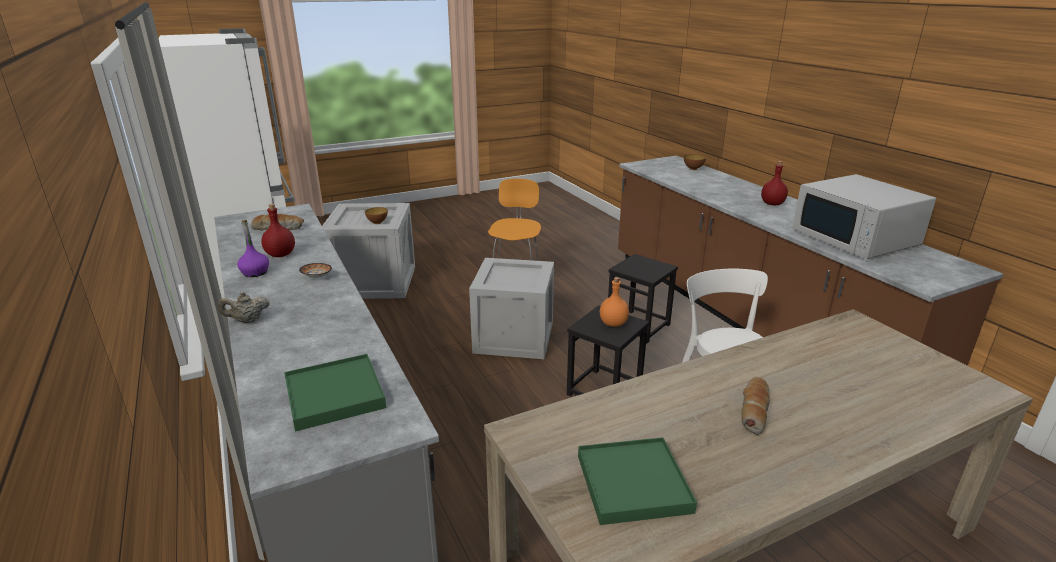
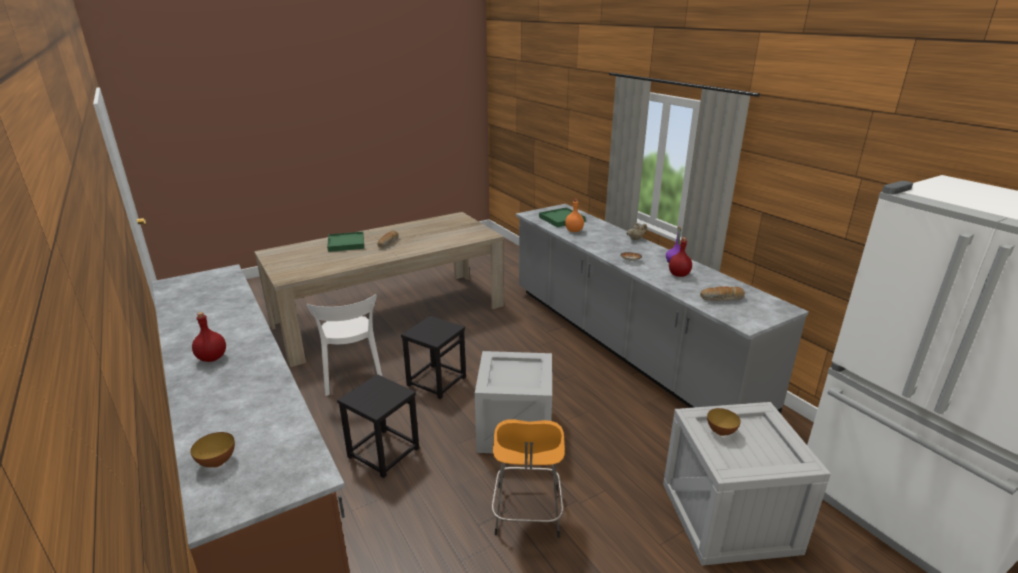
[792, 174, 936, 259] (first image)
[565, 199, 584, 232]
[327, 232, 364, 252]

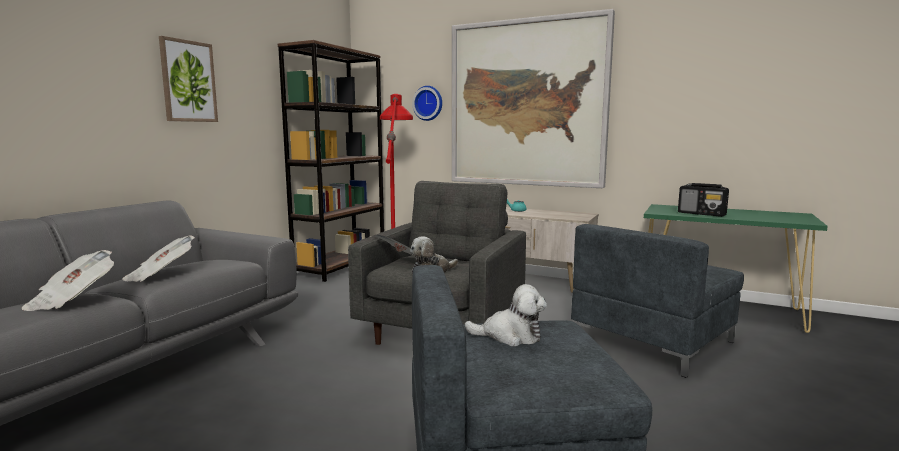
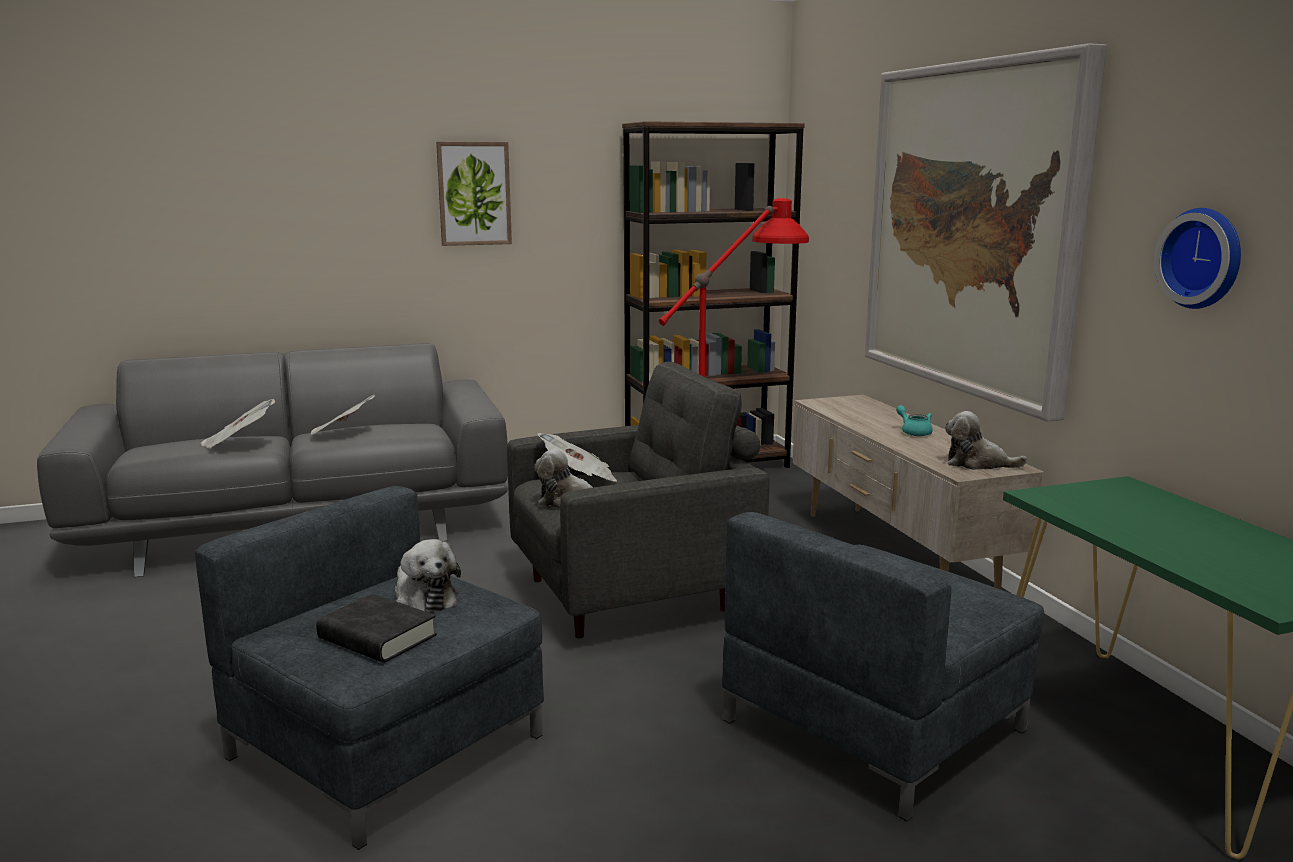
[1154, 208, 1241, 309]
[678, 183, 729, 217] (first image)
[722, 512, 1044, 821]
[945, 411, 1027, 470]
[316, 594, 437, 663]

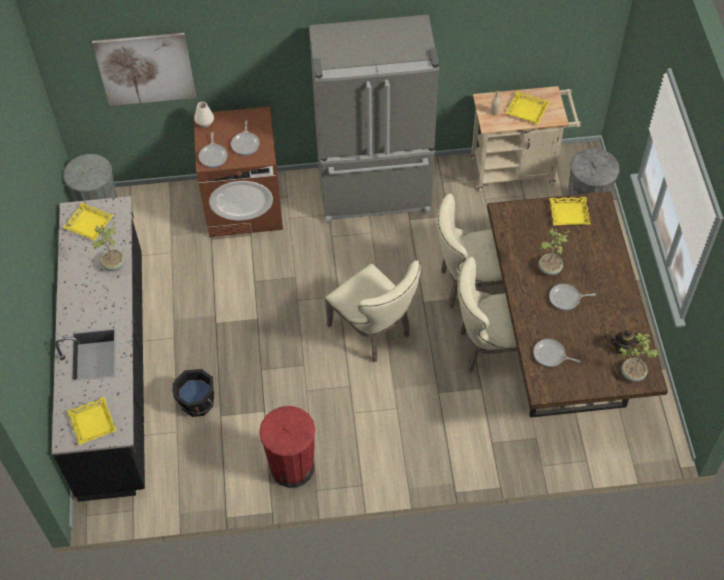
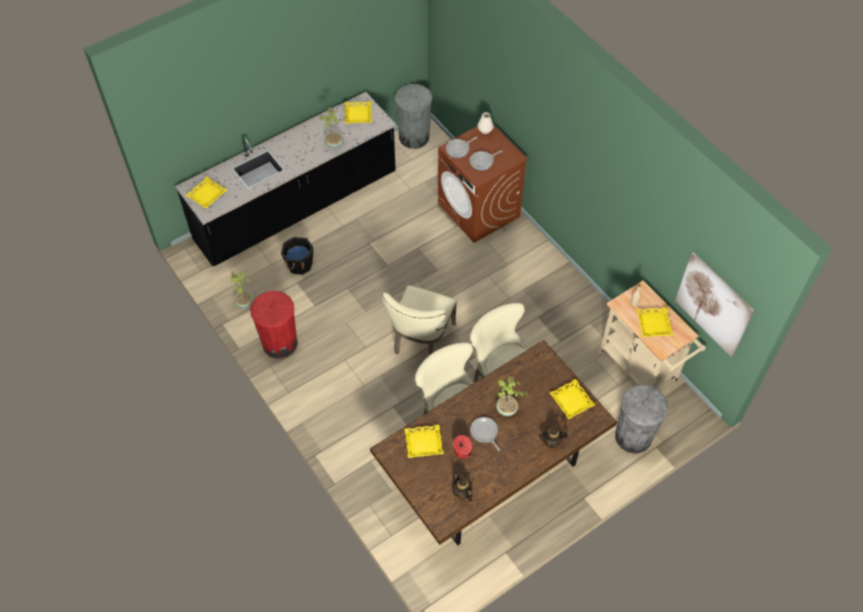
[309, 14, 439, 224] (first image)
[675, 252, 754, 357]
[230, 271, 253, 308]
[404, 425, 444, 458]
[539, 427, 568, 448]
[453, 435, 472, 458]

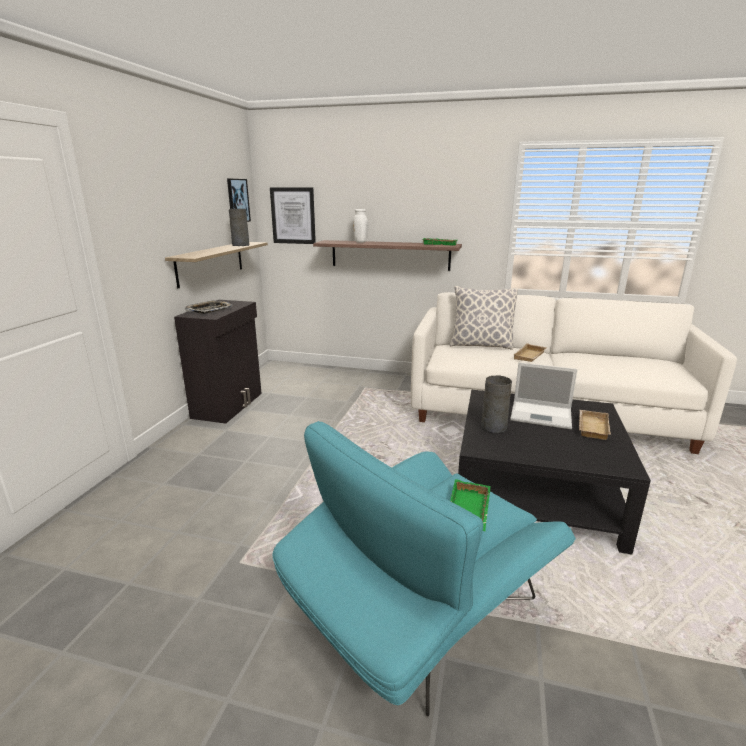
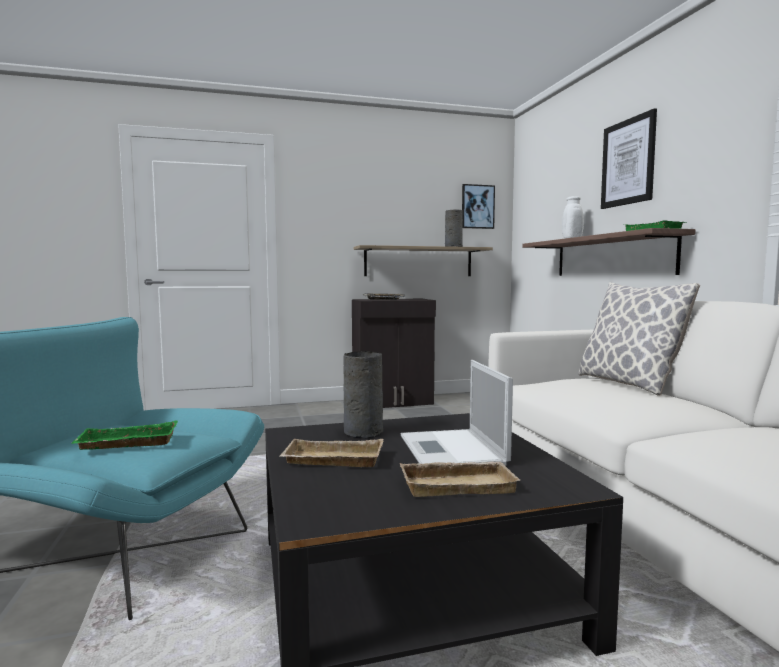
[601, 108, 657, 209]
[280, 439, 384, 467]

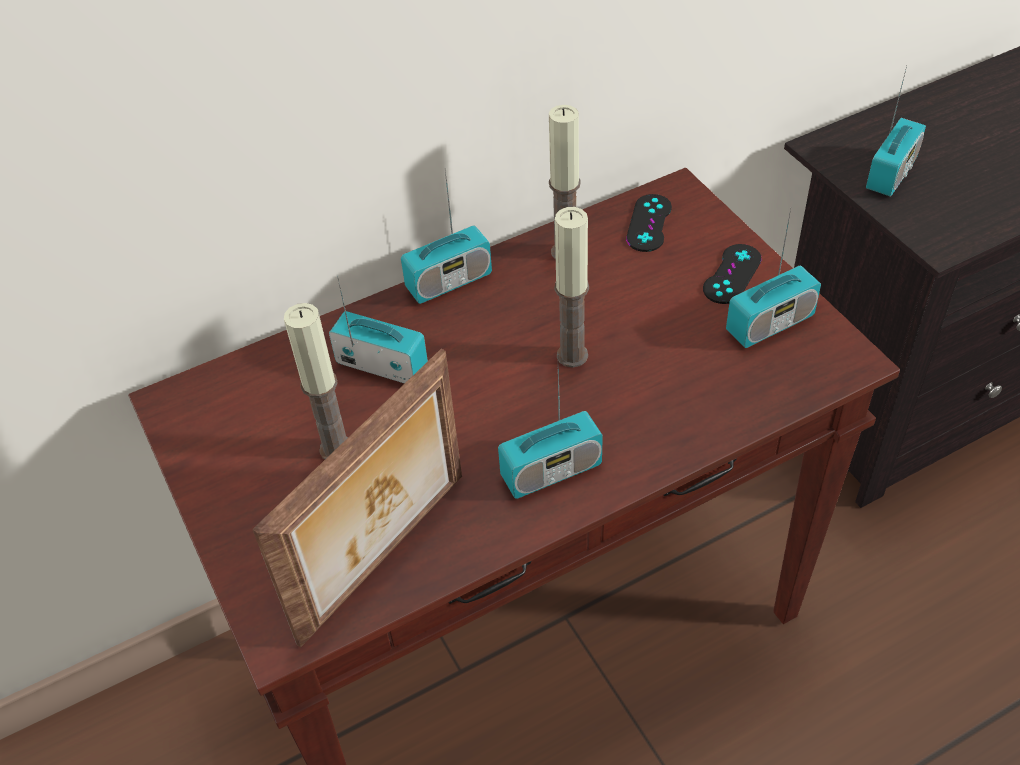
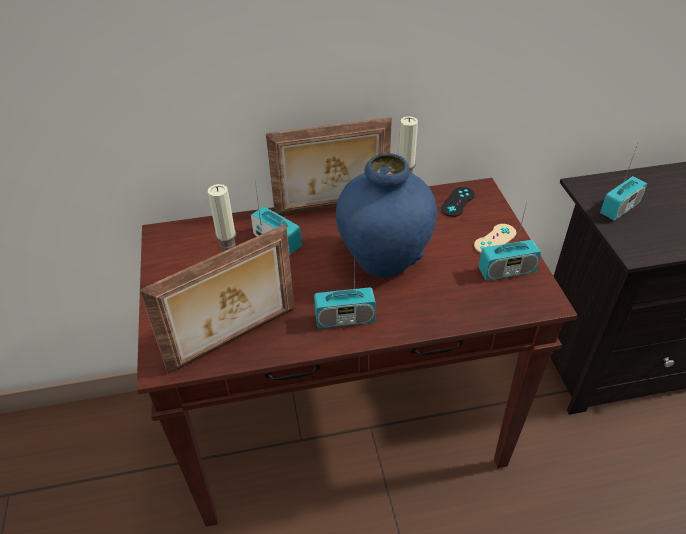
[266, 117, 392, 215]
[336, 153, 437, 278]
[474, 224, 517, 253]

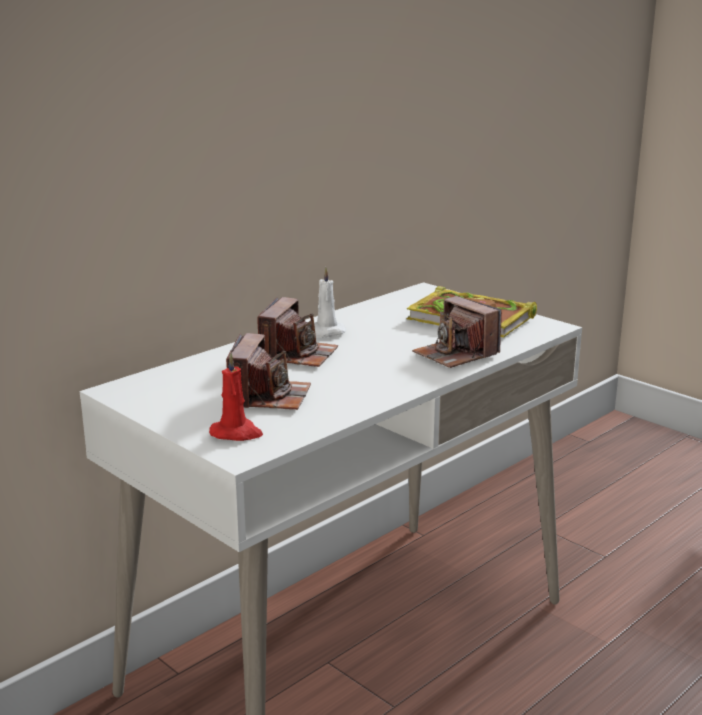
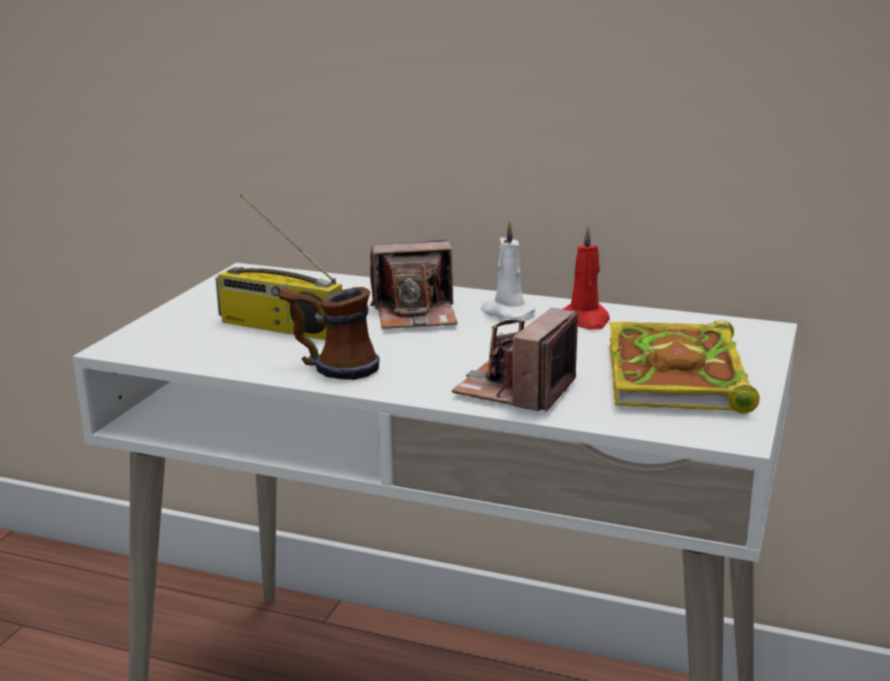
[215, 194, 342, 340]
[563, 227, 610, 330]
[279, 287, 379, 380]

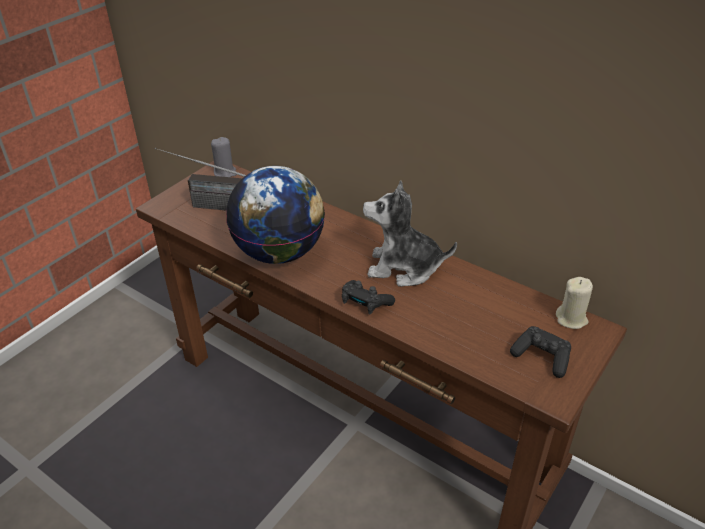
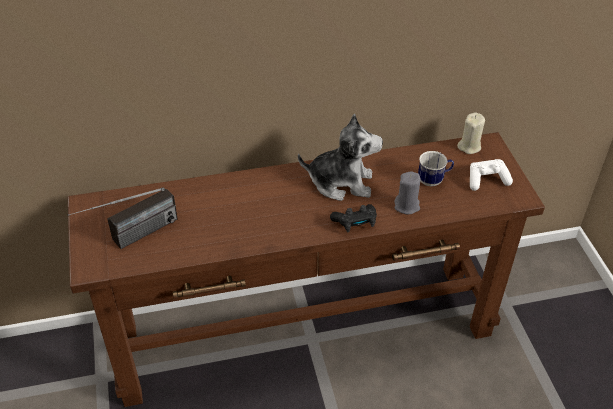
[394, 171, 420, 214]
[226, 166, 325, 264] (first image)
[298, 114, 383, 201]
[470, 159, 513, 191]
[418, 151, 454, 186]

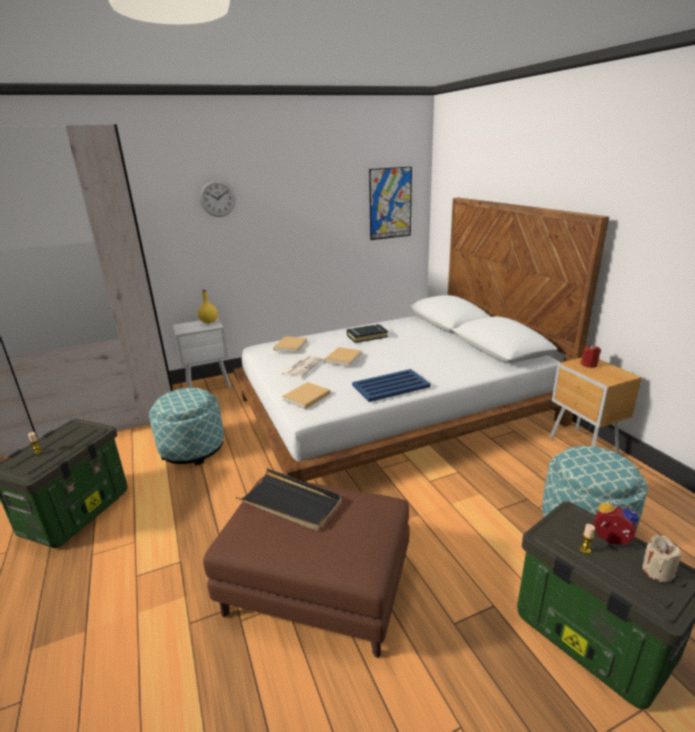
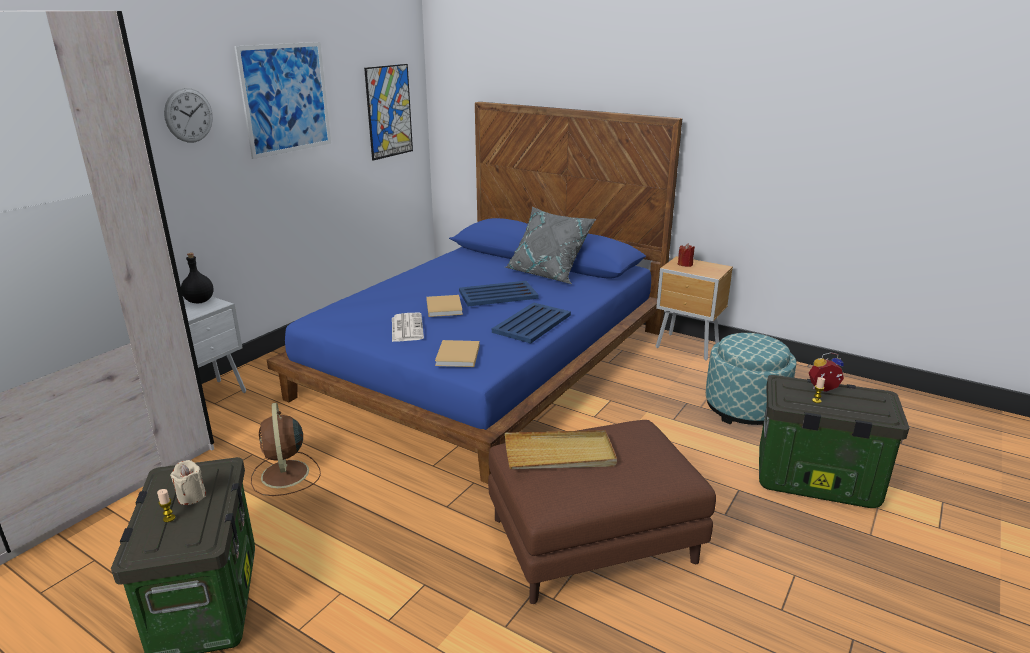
[267, 102, 682, 484]
[181, 253, 214, 303]
[347, 324, 388, 343] (first image)
[273, 336, 307, 353] (first image)
[251, 403, 321, 496]
[505, 430, 617, 469]
[170, 460, 206, 505]
[234, 42, 331, 159]
[505, 206, 596, 284]
[459, 281, 539, 306]

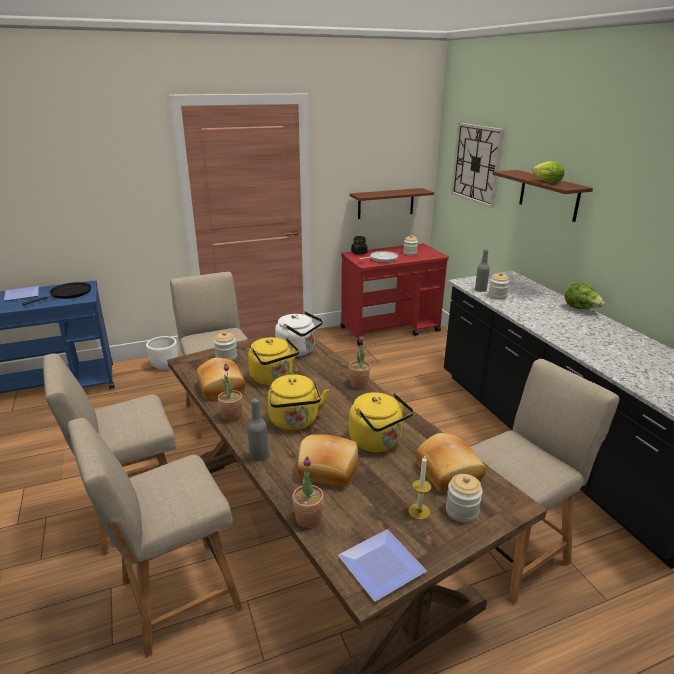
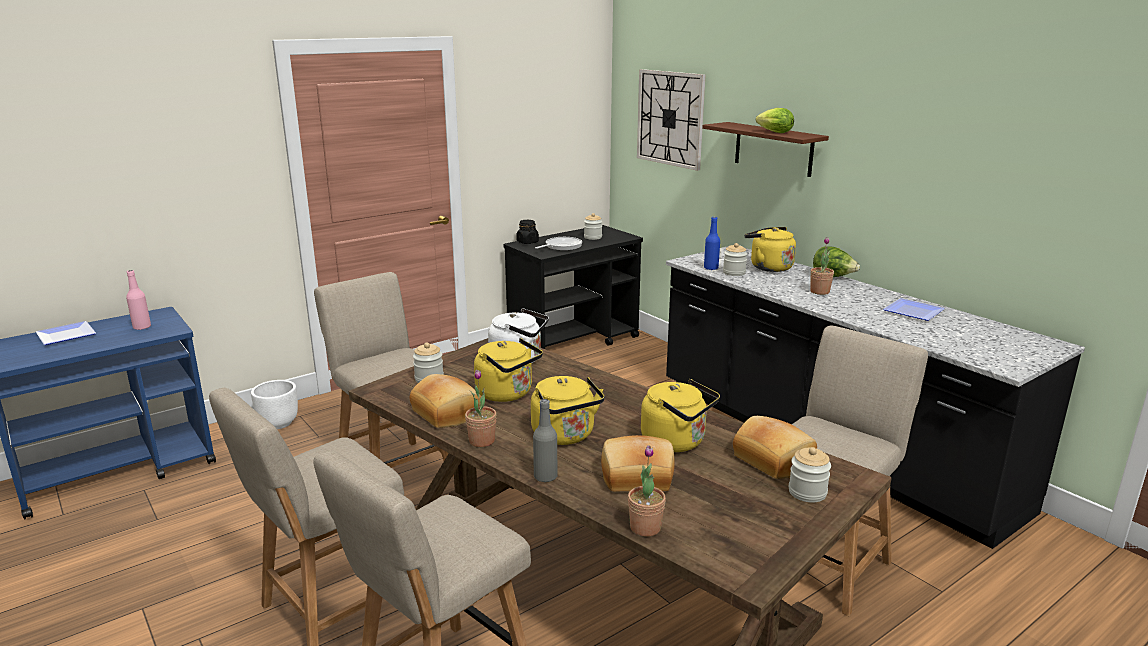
[349, 188, 434, 219] (first image)
[504, 225, 643, 349]
[704, 217, 720, 270]
[126, 270, 151, 330]
[810, 237, 834, 295]
[408, 456, 431, 520] (first image)
[883, 298, 945, 321]
[745, 227, 796, 272]

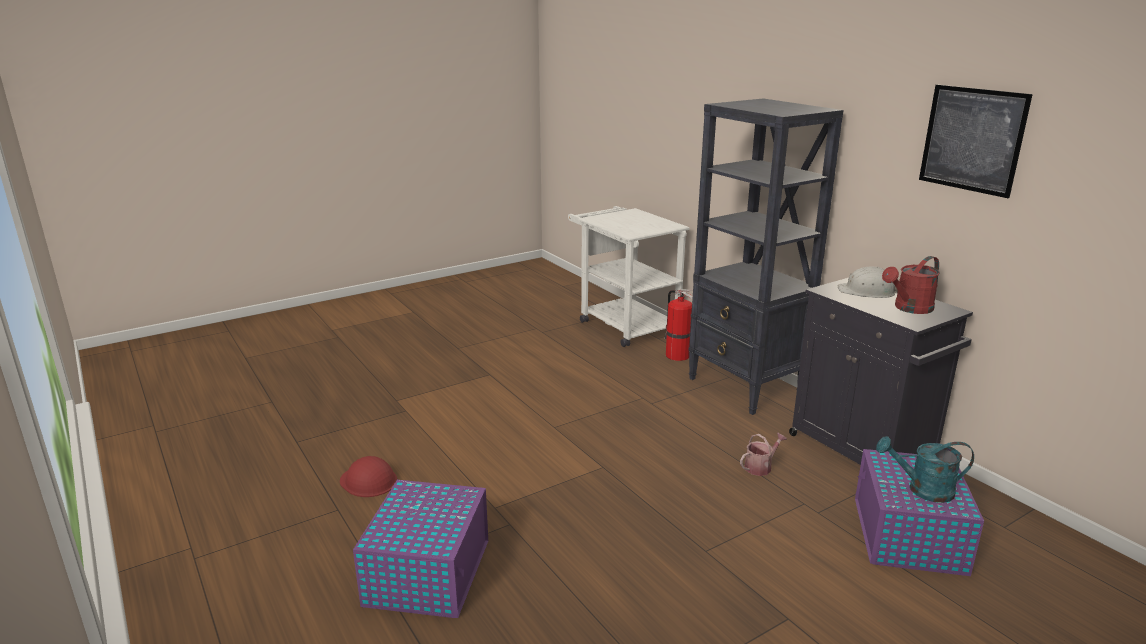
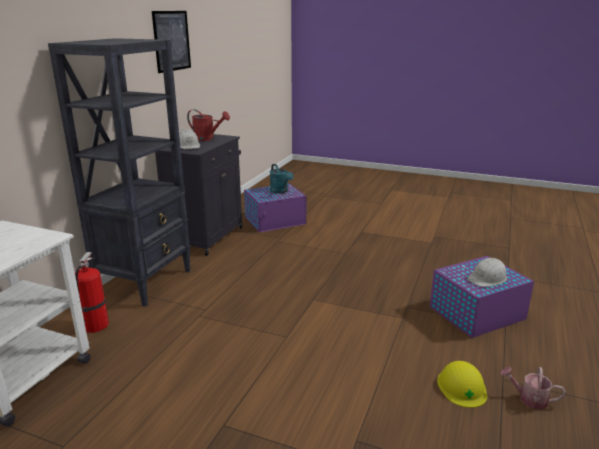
[500, 367, 566, 409]
[437, 361, 487, 408]
[467, 258, 507, 287]

